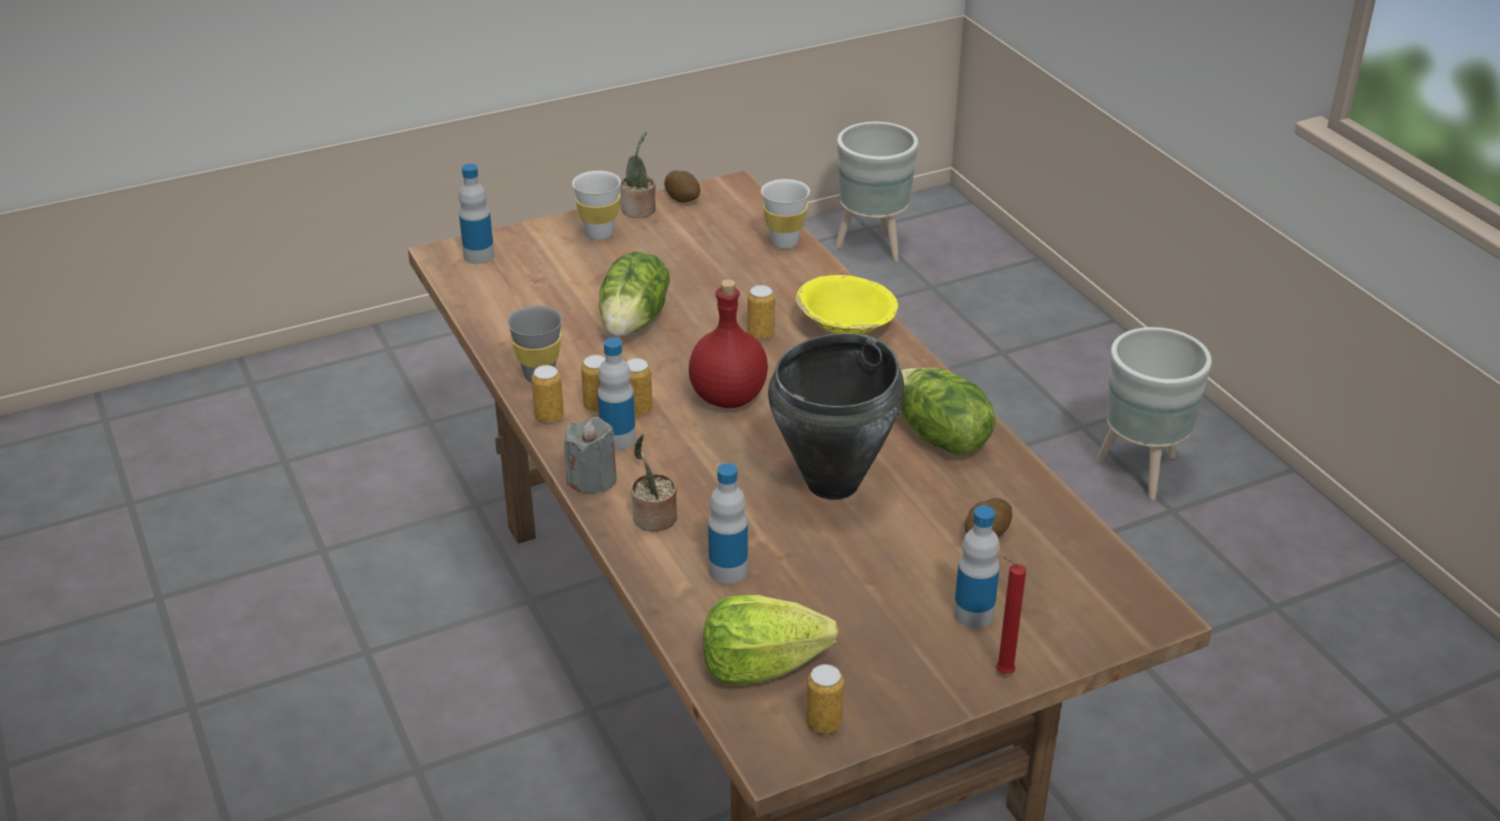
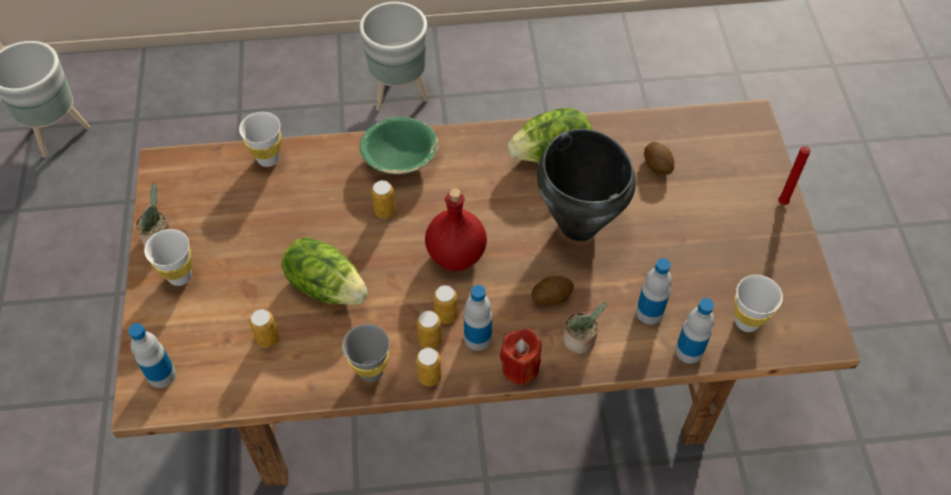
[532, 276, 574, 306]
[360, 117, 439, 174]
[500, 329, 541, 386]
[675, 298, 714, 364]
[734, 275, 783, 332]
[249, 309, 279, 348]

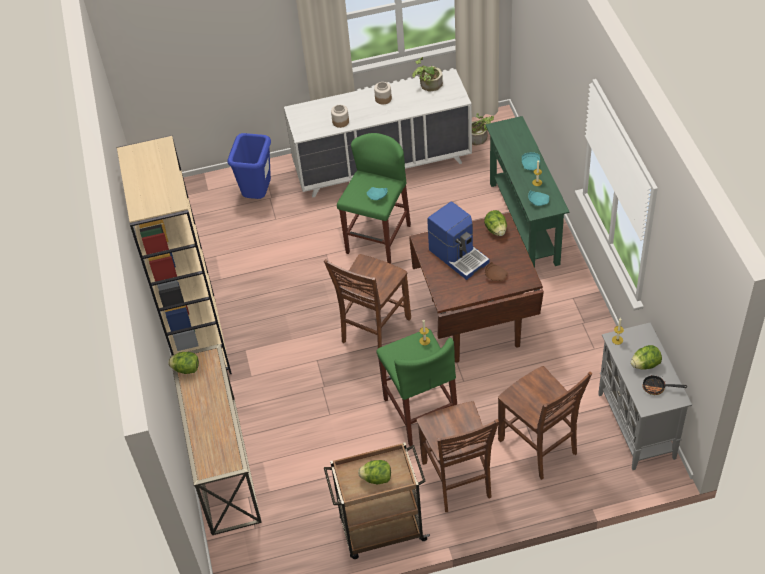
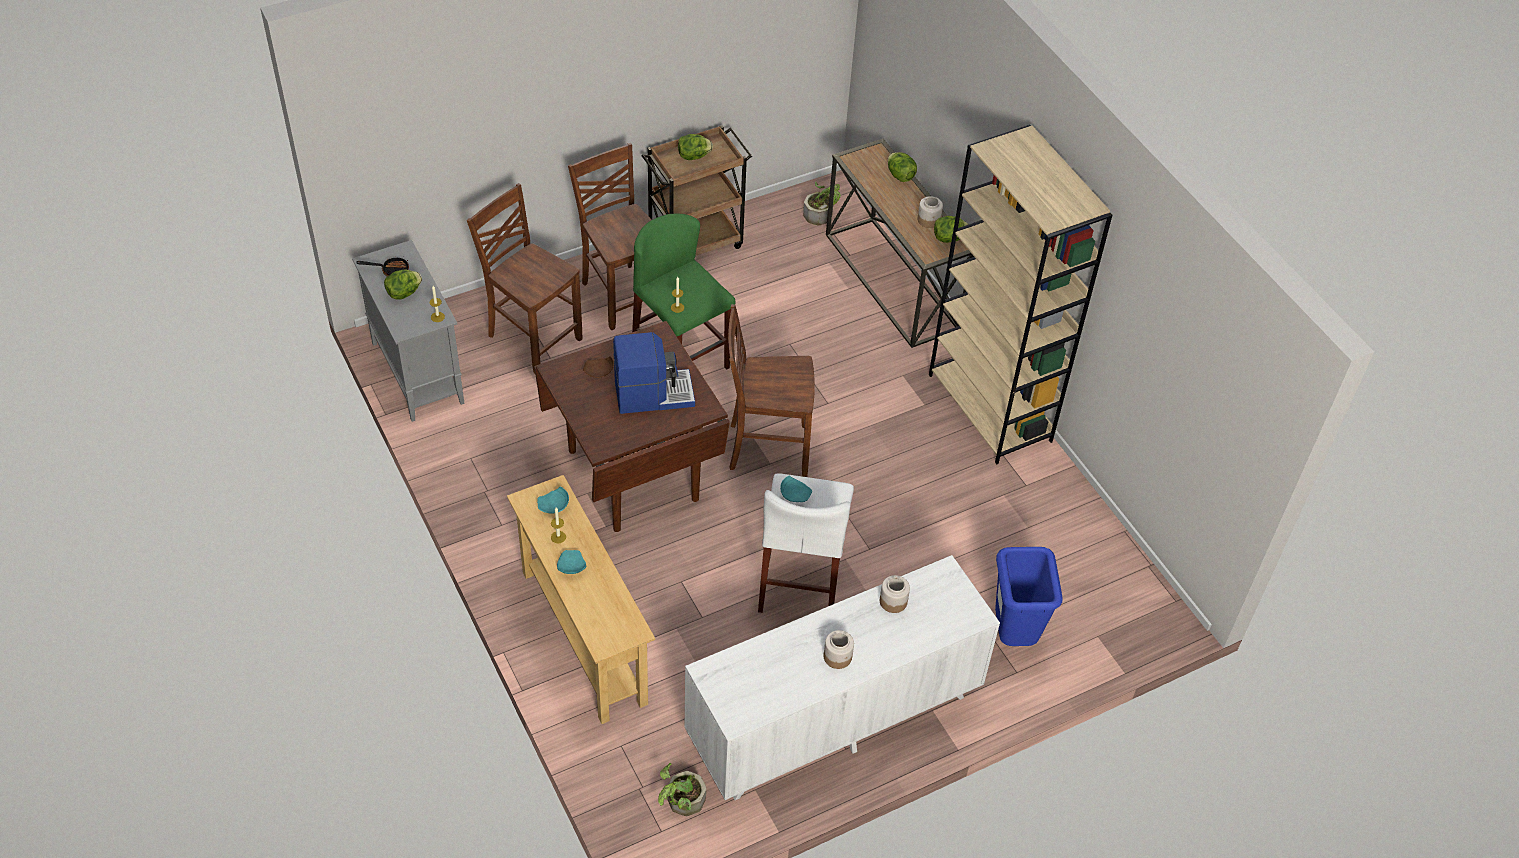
[803, 181, 841, 225]
[507, 475, 655, 724]
[758, 473, 854, 613]
[613, 332, 695, 414]
[888, 152, 917, 182]
[728, 304, 815, 477]
[917, 196, 943, 228]

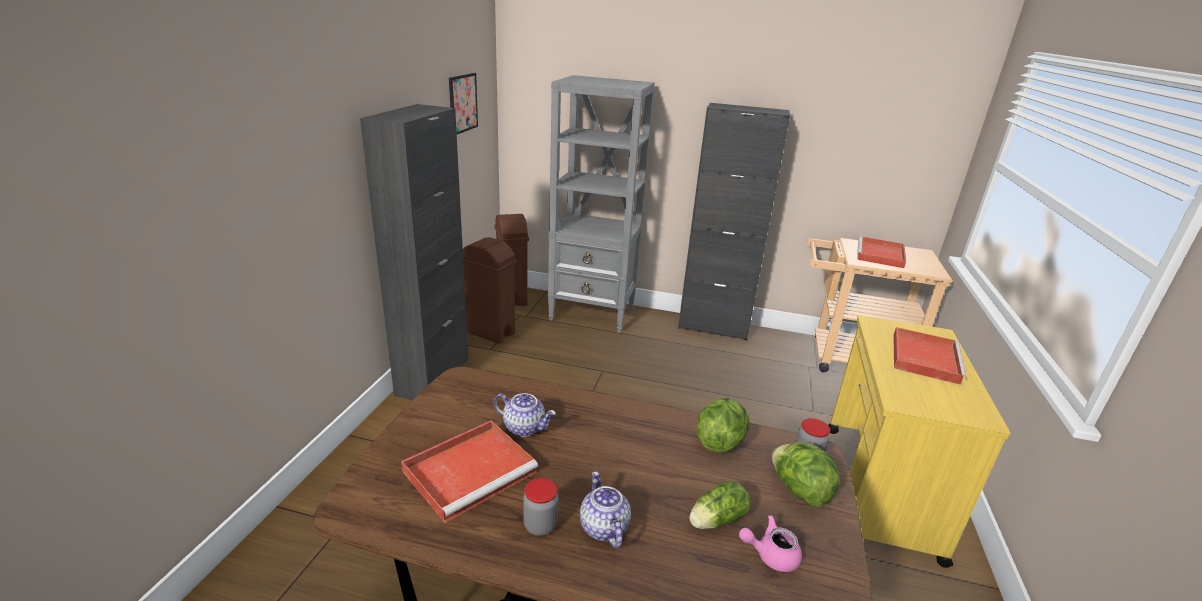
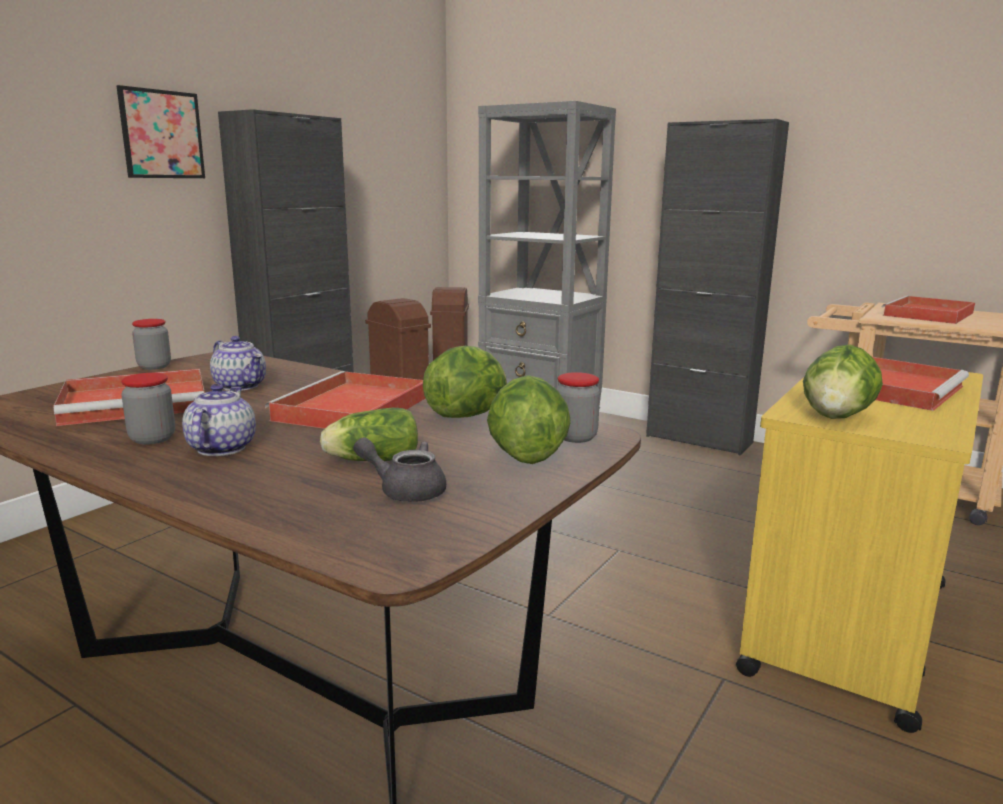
[116, 85, 205, 178]
[353, 437, 446, 502]
[132, 319, 171, 370]
[803, 344, 883, 419]
[265, 371, 426, 429]

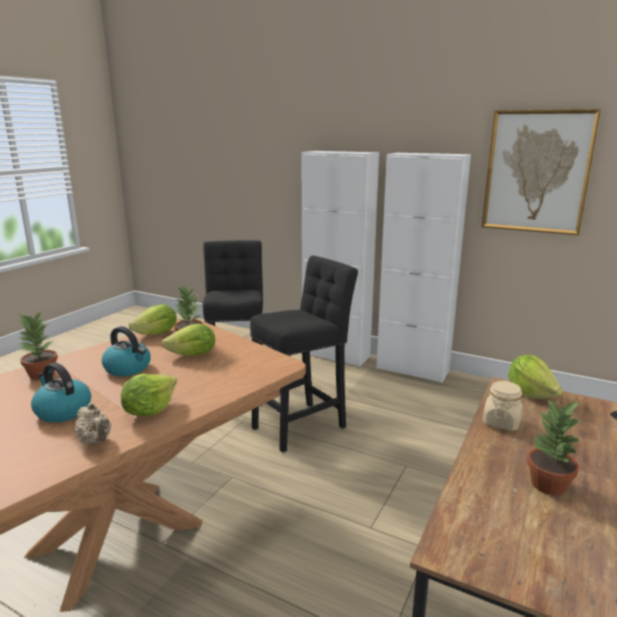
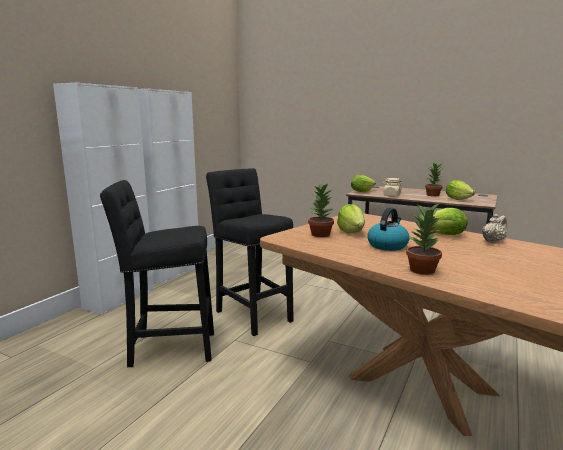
[482, 109, 601, 235] (first image)
[446, 180, 475, 200]
[31, 362, 91, 422] (first image)

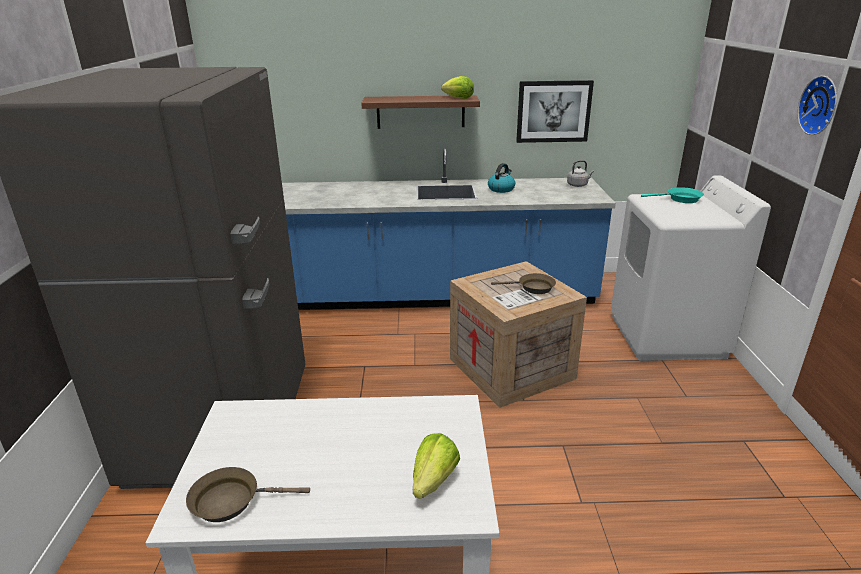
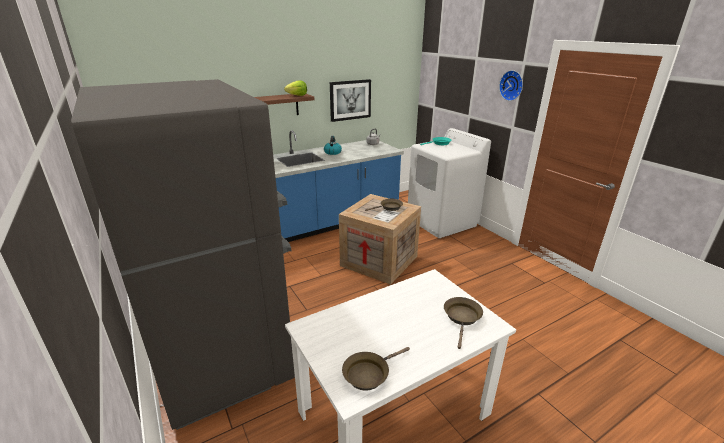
[444, 297, 483, 349]

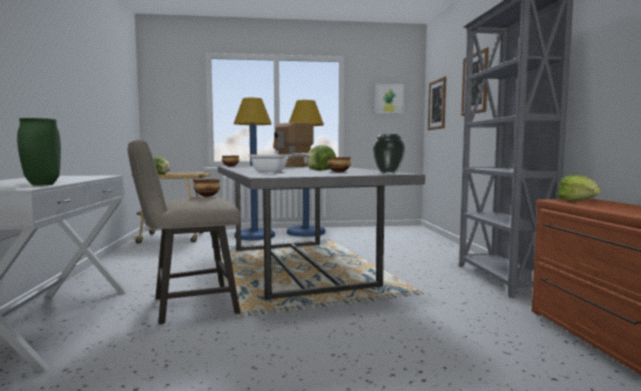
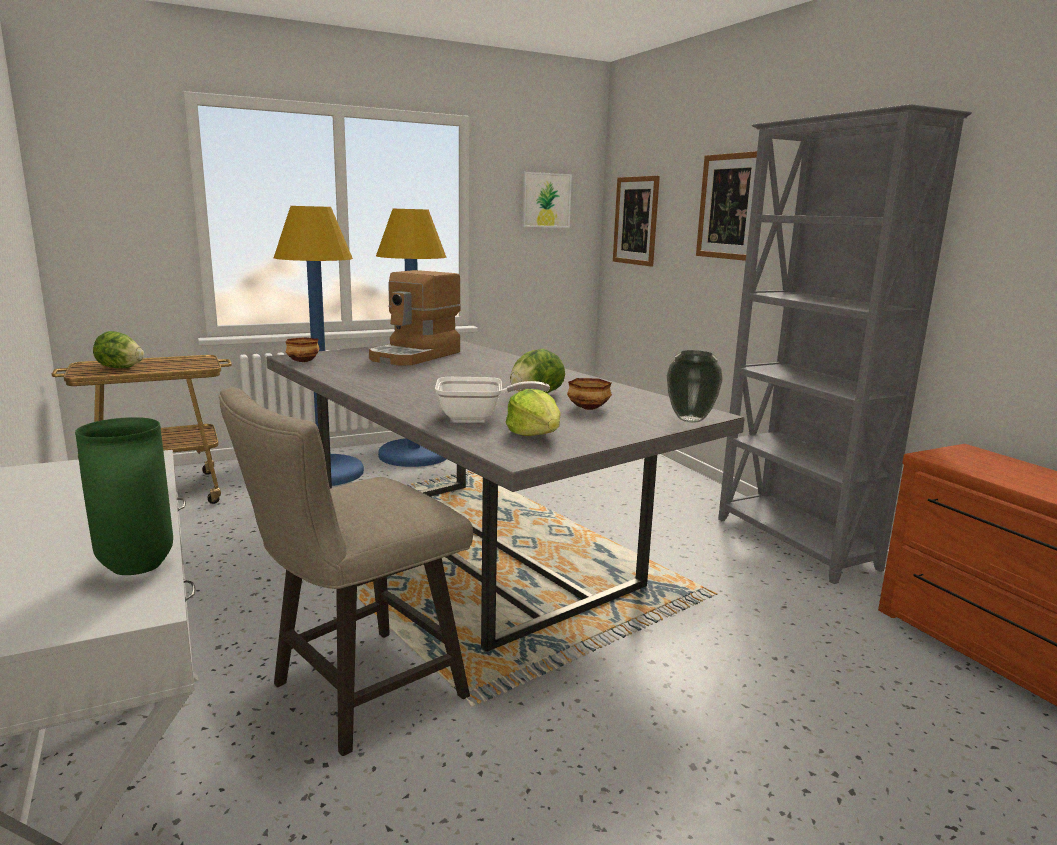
[505, 389, 561, 436]
[193, 179, 220, 197] (first image)

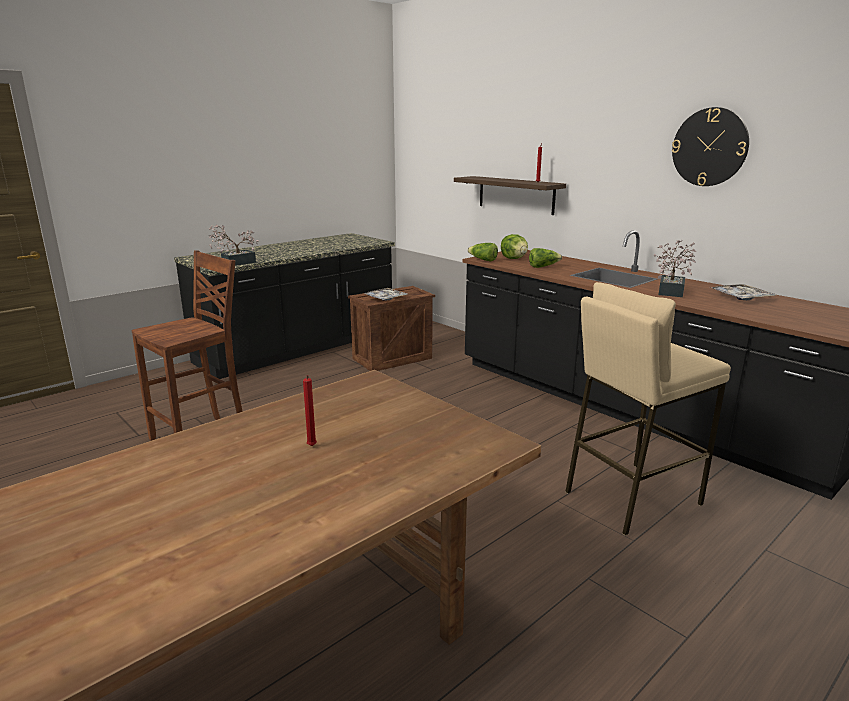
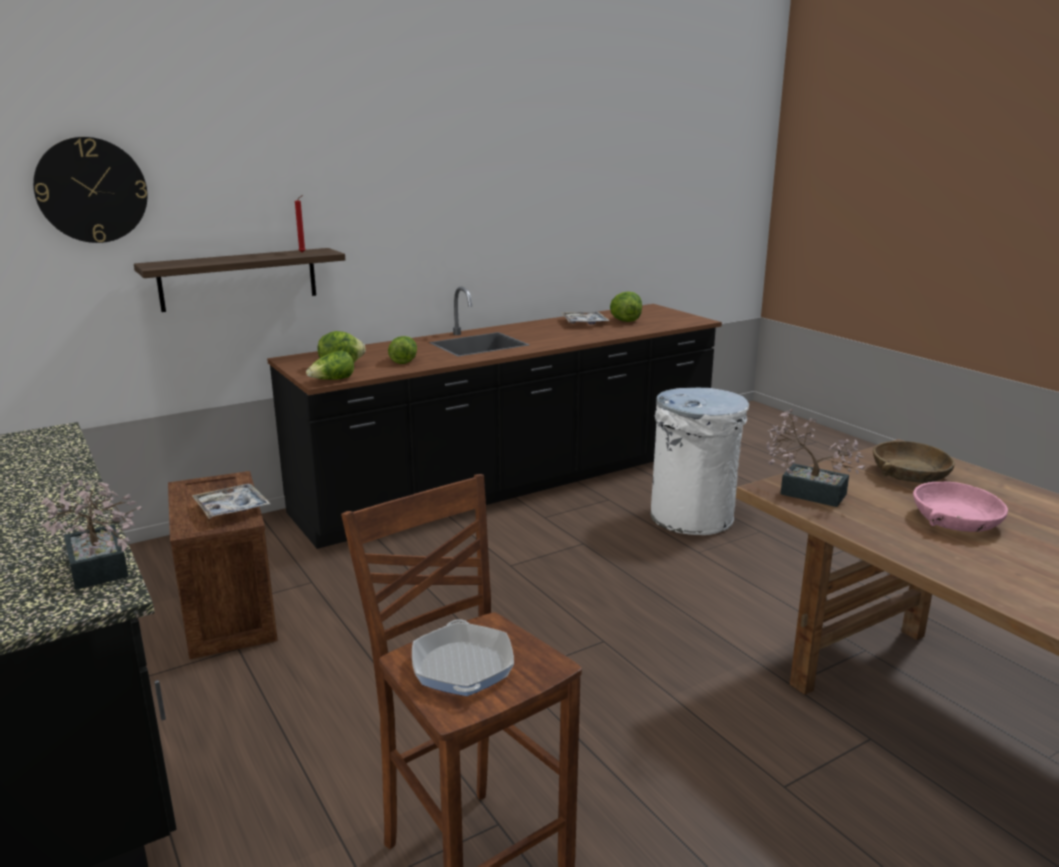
[33, 137, 148, 243]
[767, 409, 865, 507]
[651, 387, 749, 535]
[913, 482, 1008, 532]
[610, 292, 642, 322]
[873, 441, 955, 483]
[412, 619, 514, 696]

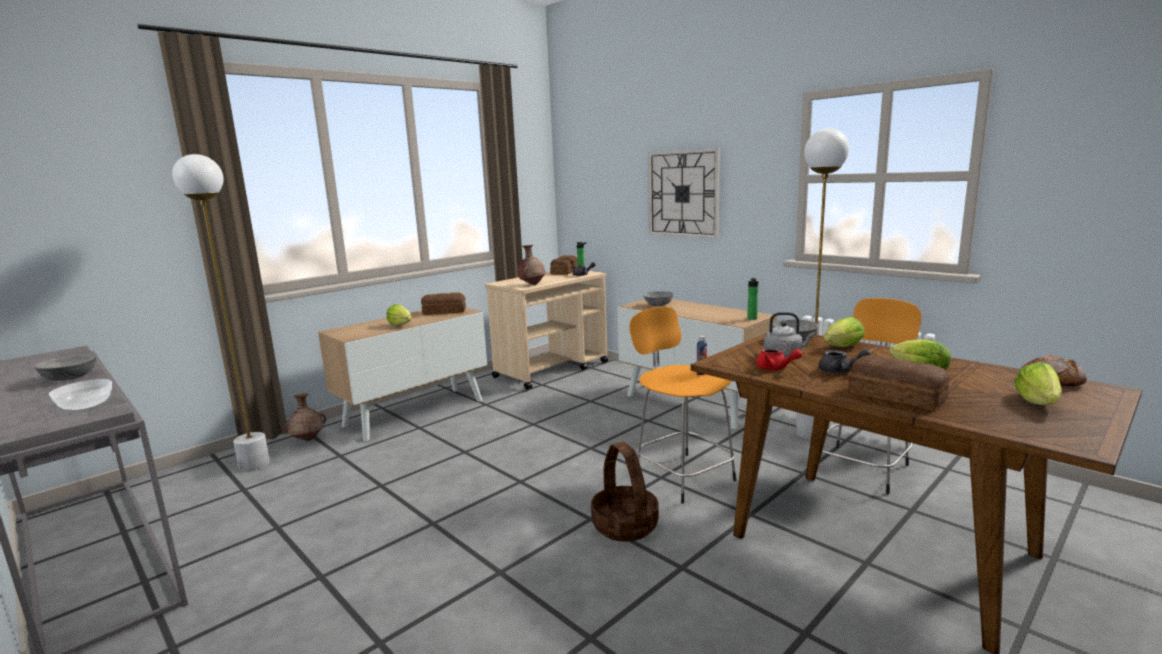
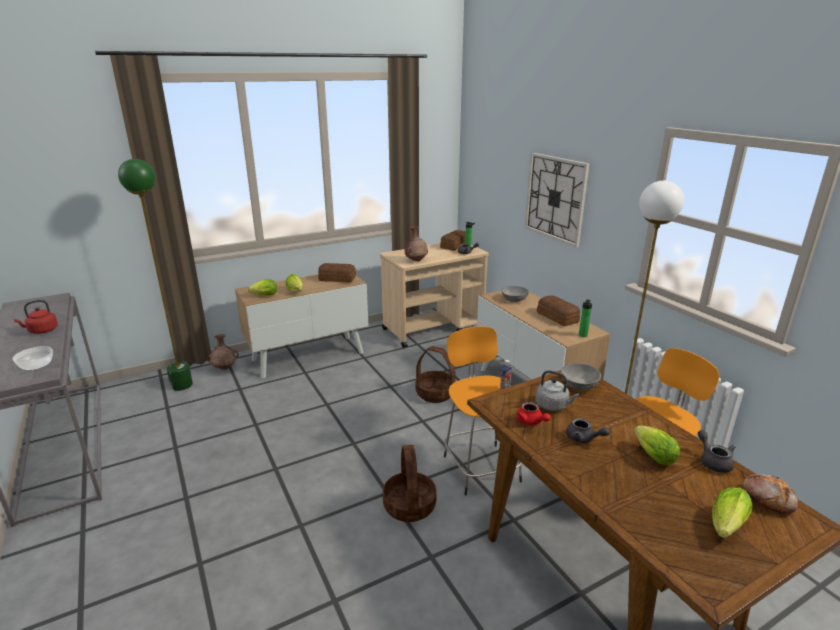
[118, 159, 193, 391]
[248, 279, 277, 296]
[14, 300, 58, 334]
[537, 295, 580, 326]
[416, 346, 456, 403]
[698, 430, 736, 473]

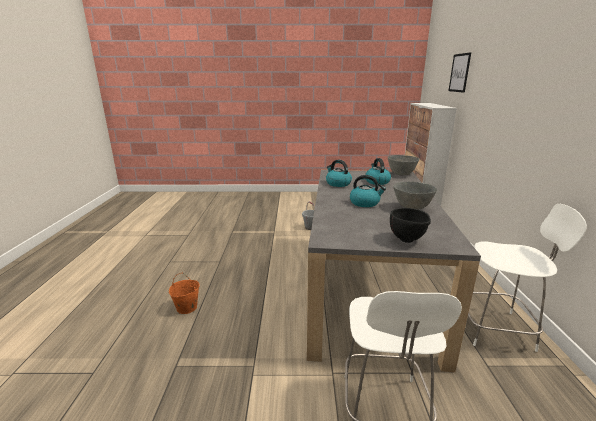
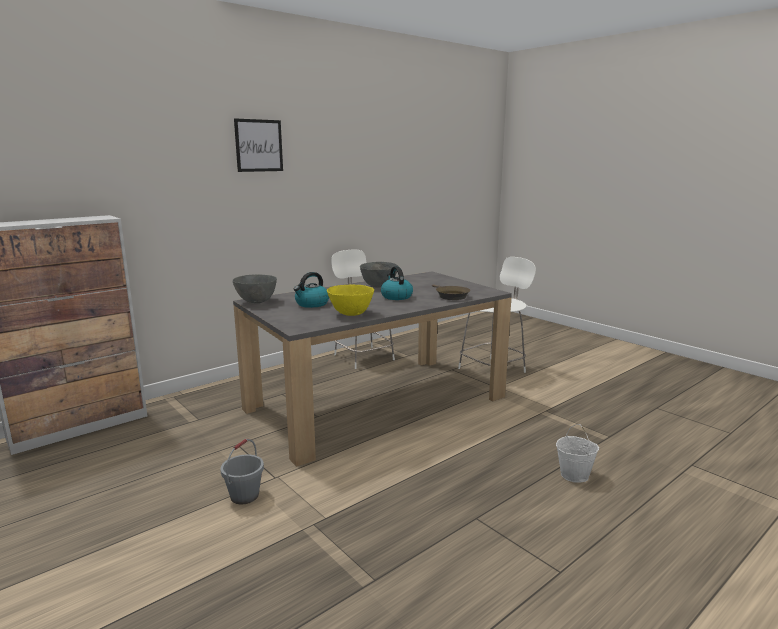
[234, 118, 283, 172]
[327, 284, 374, 316]
[390, 208, 431, 243] (first image)
[556, 424, 599, 483]
[432, 284, 470, 300]

